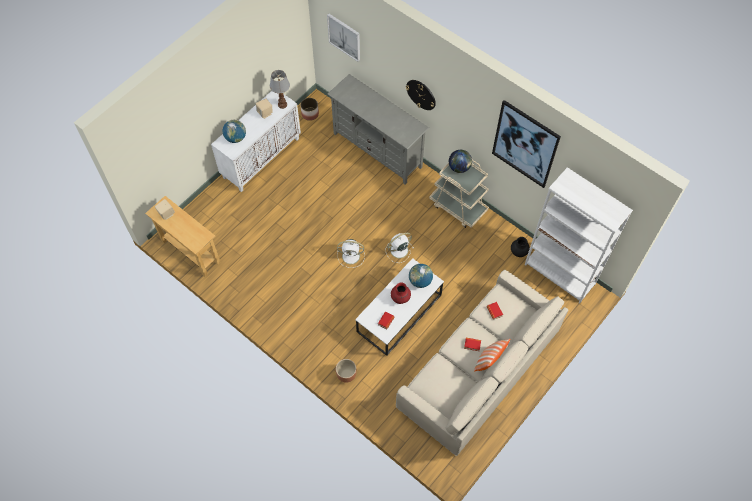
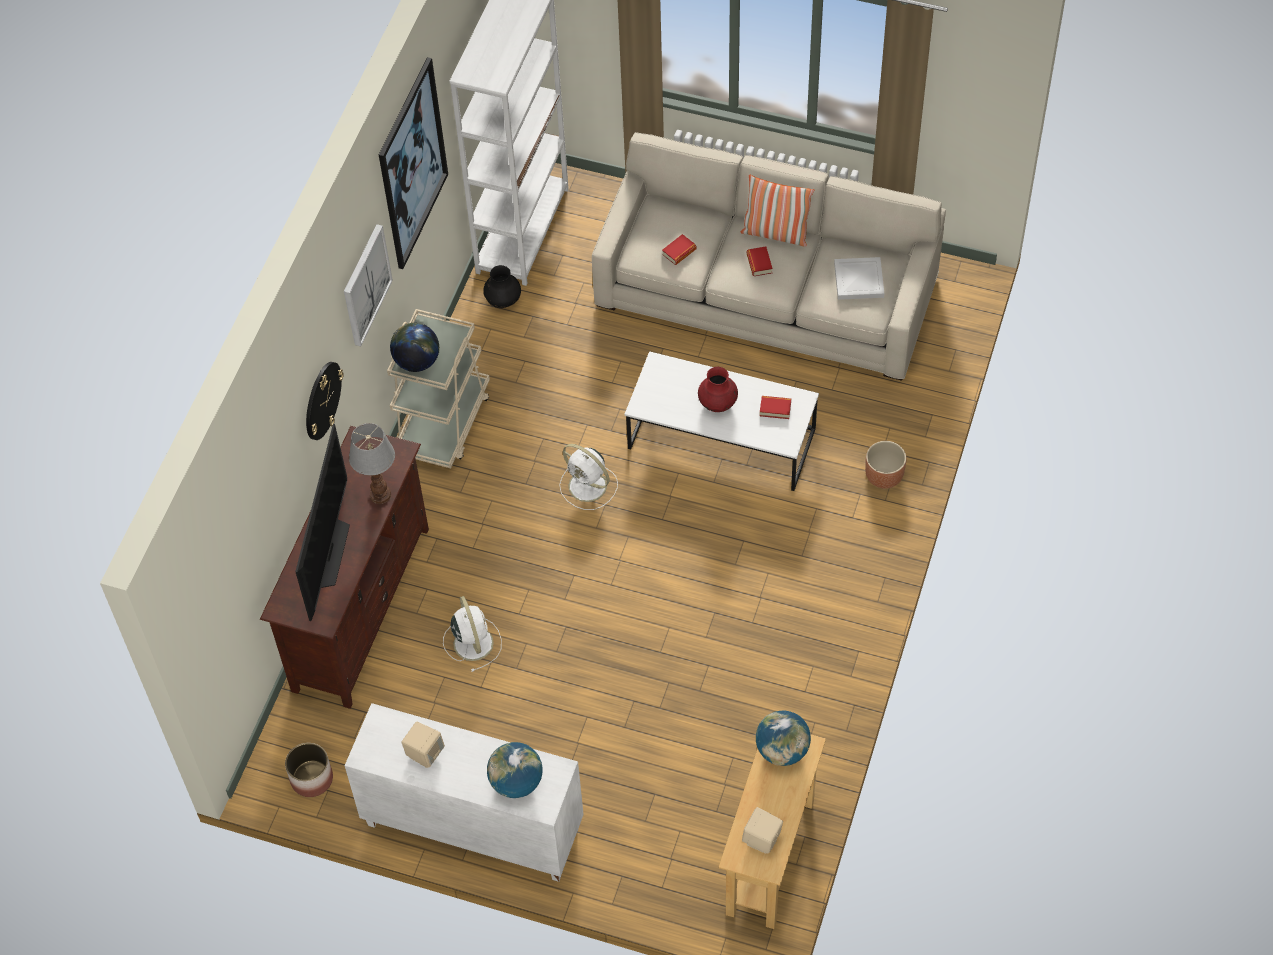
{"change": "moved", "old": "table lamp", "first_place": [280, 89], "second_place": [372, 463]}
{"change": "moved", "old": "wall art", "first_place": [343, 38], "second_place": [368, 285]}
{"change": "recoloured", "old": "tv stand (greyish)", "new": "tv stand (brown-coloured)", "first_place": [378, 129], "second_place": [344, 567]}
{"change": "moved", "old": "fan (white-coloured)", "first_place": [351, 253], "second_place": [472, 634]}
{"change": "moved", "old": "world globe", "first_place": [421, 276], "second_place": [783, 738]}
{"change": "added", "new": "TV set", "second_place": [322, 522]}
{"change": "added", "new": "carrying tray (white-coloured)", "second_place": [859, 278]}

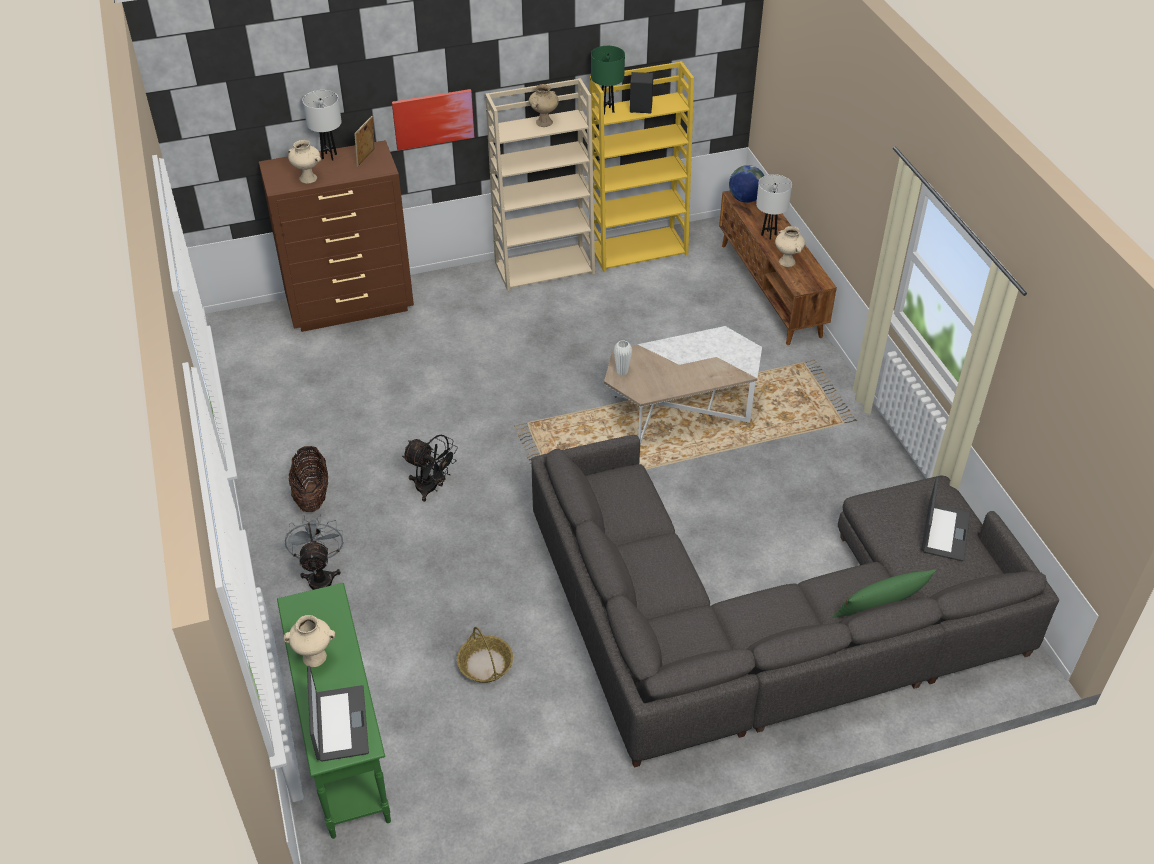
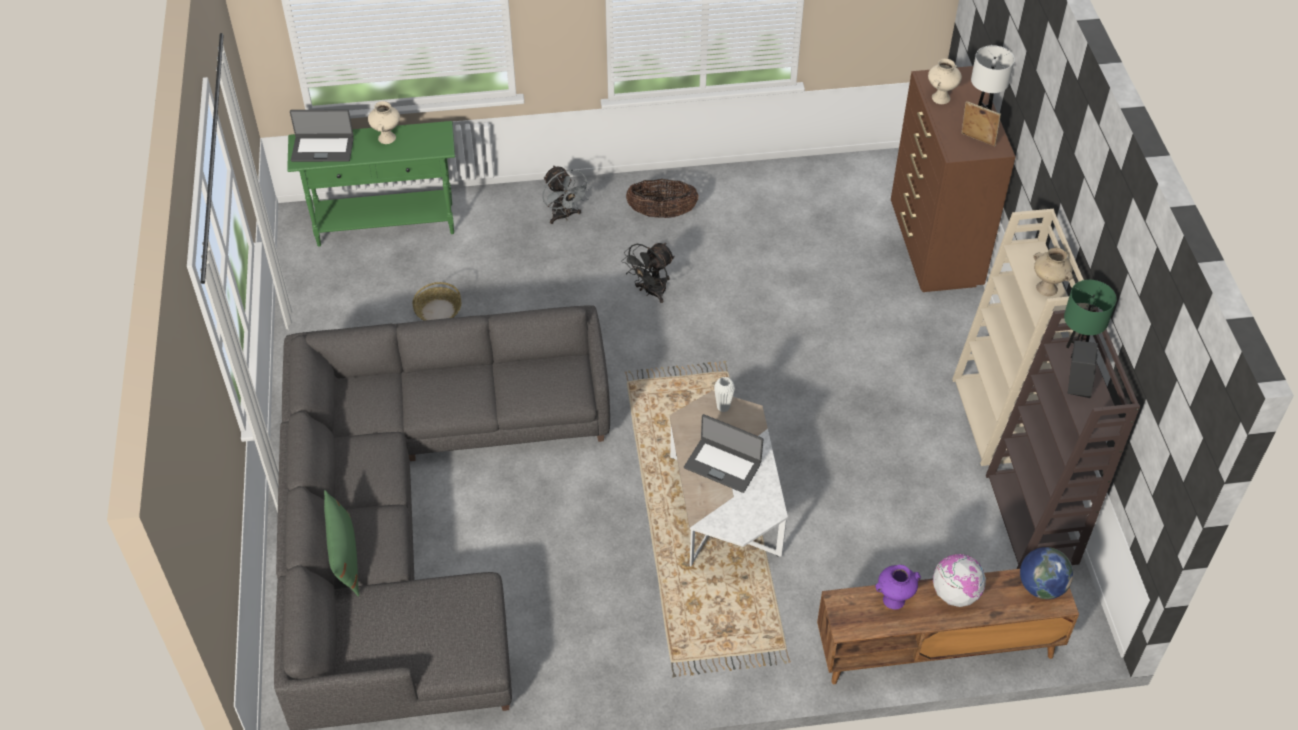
{"change": "turned", "old": "fan (greyish)", "first_place": [314, 552], "second_place": [566, 194], "degrees": 60}
{"change": "removed", "old": "wall art", "first_place": [433, 120]}
{"change": "recoloured", "old": "bookshelf (yellowish)", "new": "bookshelf (brown-coloured)", "first_place": [641, 166], "second_place": [1063, 438]}
{"change": "replaced", "old": "table lamp (white-coloured)", "new": "world globe", "first_place": [774, 207], "second_place": [959, 580]}
{"change": "recoloured", "old": "vase (beige)", "new": "vase (purplish)", "first_place": [790, 246], "second_place": [898, 587]}
{"change": "moved", "old": "portable computer", "first_place": [945, 519], "second_place": [723, 453]}

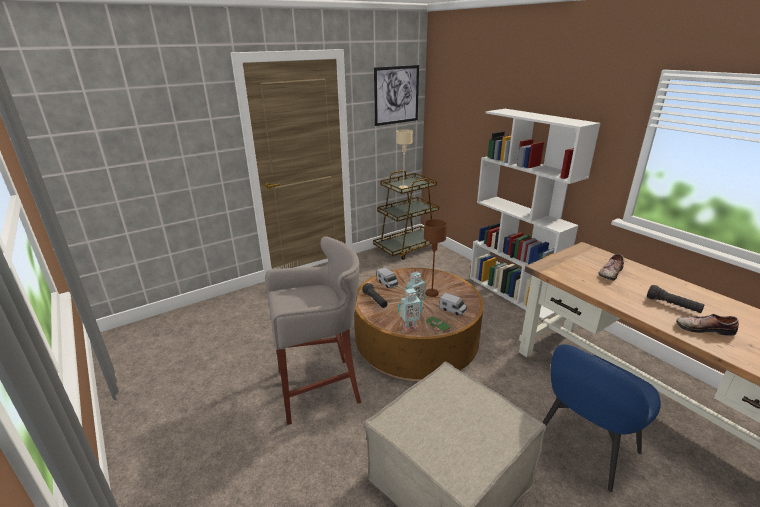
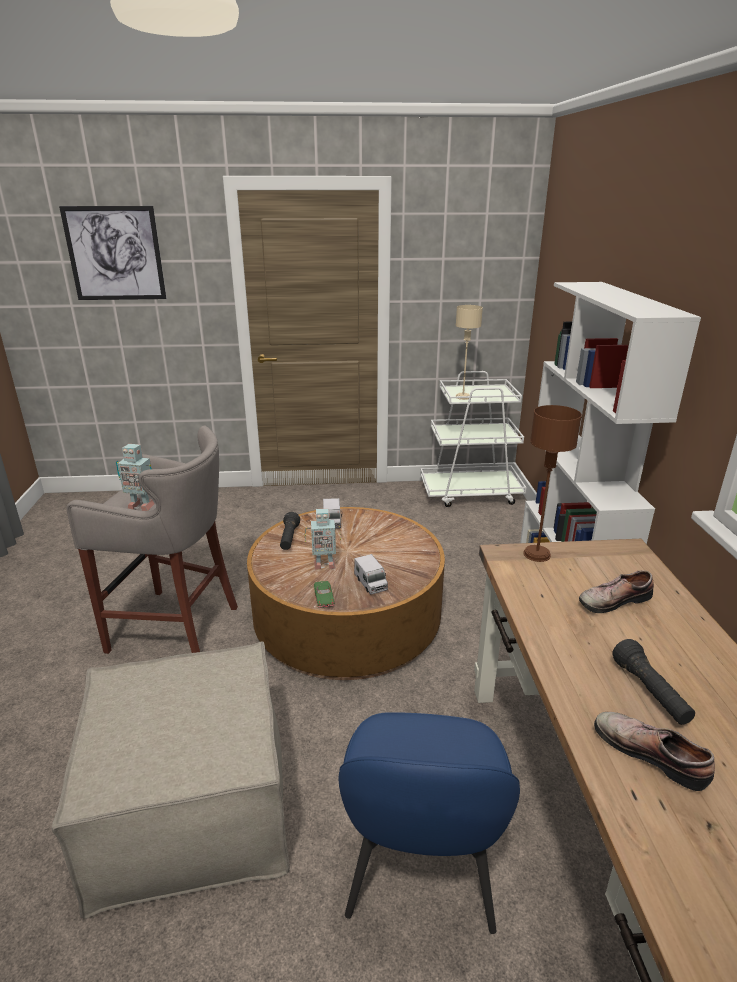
{"change": "recoloured", "old": "wheeled cart (brown-coloured)", "new": "wheeled cart (white-coloured)", "first_place": [406, 215], "second_place": [473, 439]}
{"change": "moved", "old": "wall art", "first_place": [396, 95], "second_place": [112, 253]}
{"change": "moved", "old": "toy robot", "first_place": [410, 310], "second_place": [135, 477]}
{"change": "moved", "old": "table lamp (brown-coloured)", "first_place": [435, 258], "second_place": [552, 483]}
{"change": "turned", "old": "upright chair (bluish)", "first_place": [601, 418], "second_place": [429, 823], "degrees": -75}

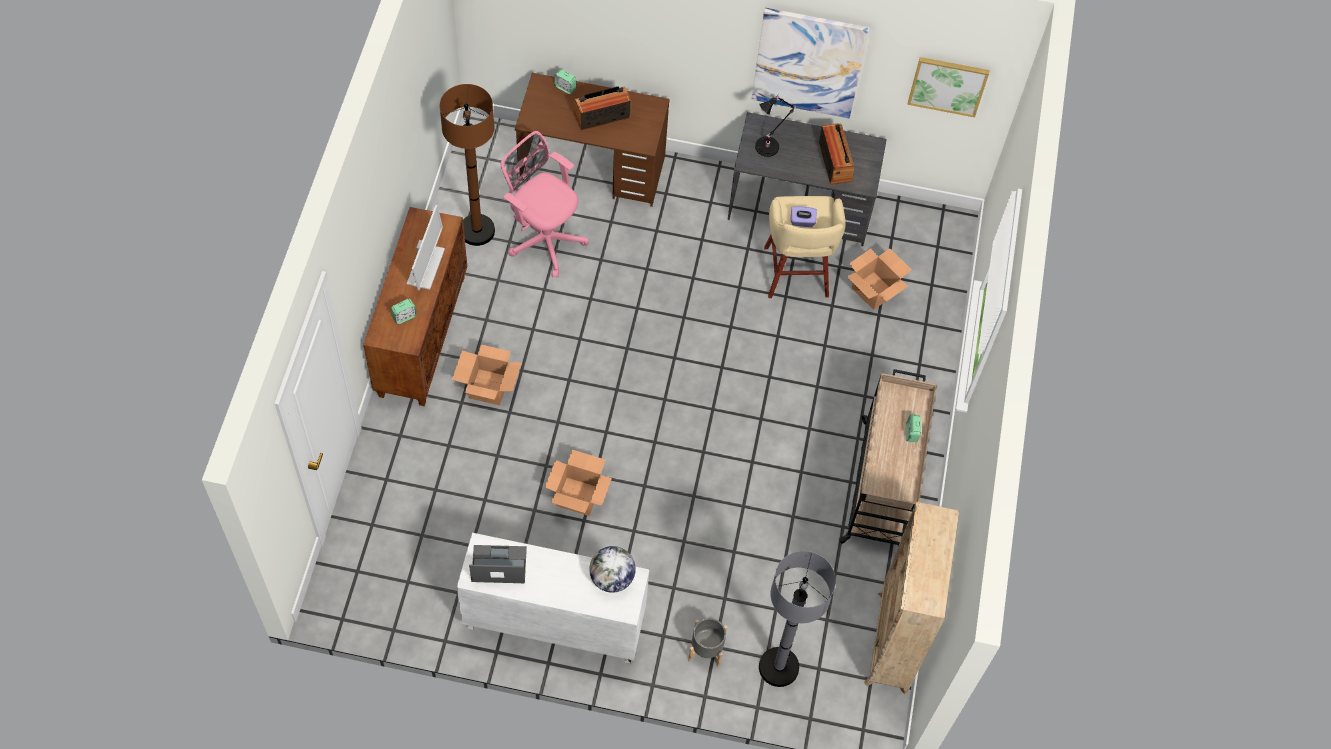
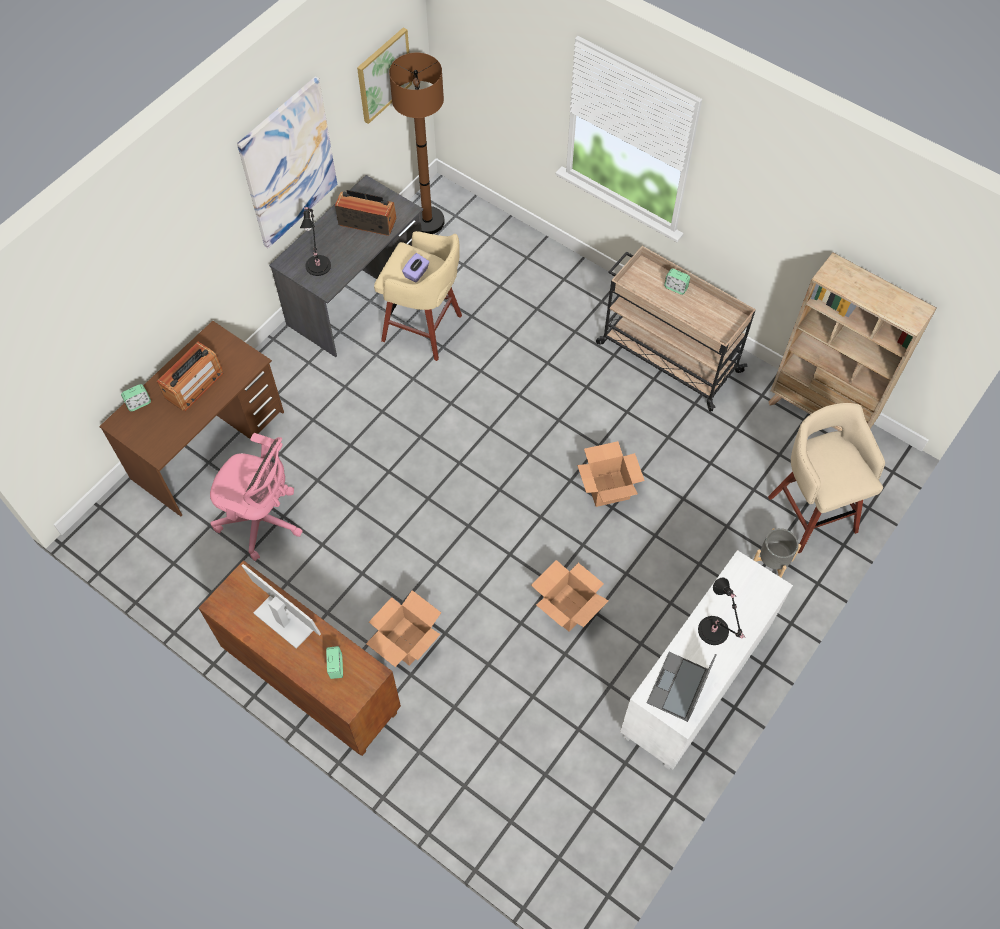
{"change": "moved", "old": "standing lamp (brown-coloured)", "first_place": [467, 165], "second_place": [417, 143]}
{"change": "turned", "old": "computer chair (pinkish)", "first_place": [545, 204], "second_place": [256, 497], "degrees": -135}
{"change": "turned", "old": "radio receiver", "first_place": [602, 108], "second_place": [190, 376], "degrees": -150}
{"change": "removed", "old": "world globe", "first_place": [612, 569]}
{"change": "replaced", "old": "standing lamp (greyish)", "new": "stool (beige)", "first_place": [797, 619], "second_place": [826, 478]}
{"change": "moved", "old": "packing box", "first_place": [879, 279], "second_place": [611, 474]}
{"change": "added", "new": "table lamp (black)", "second_place": [721, 611]}

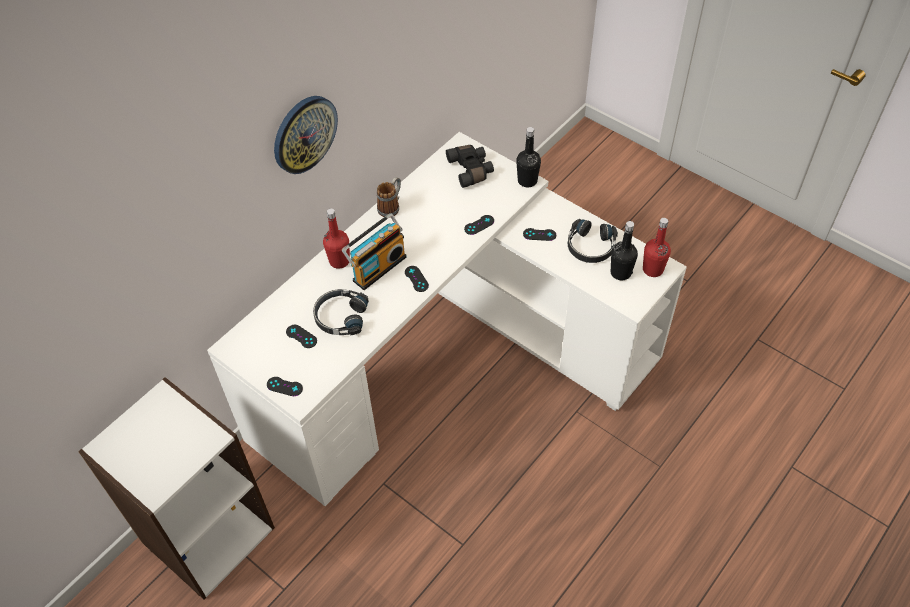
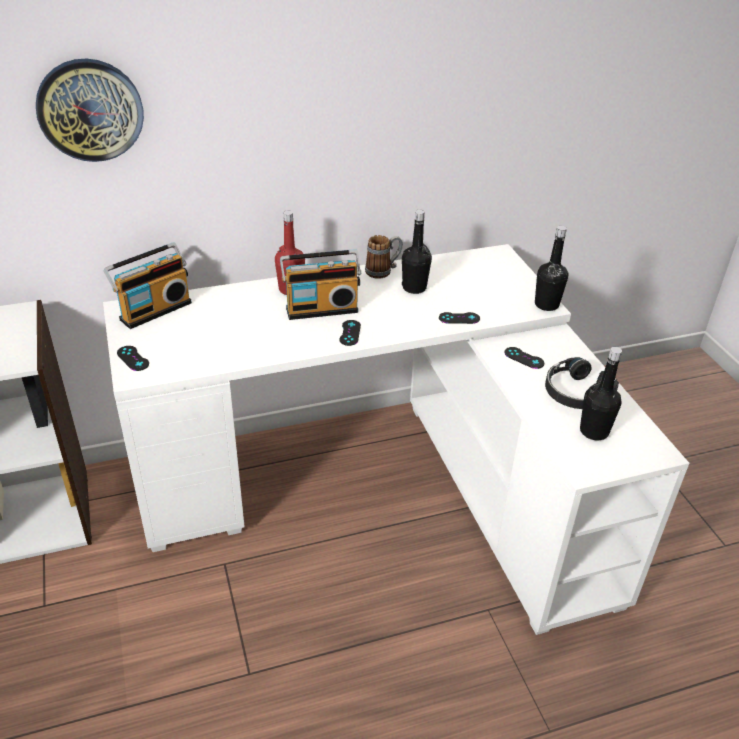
{"change": "moved", "old": "clock on the wall", "first_place": [306, 135], "second_place": [90, 110]}
{"change": "removed", "old": "game controller (black)", "first_place": [301, 336]}
{"change": "removed", "old": "headphones (black)", "first_place": [341, 312]}
{"change": "removed", "old": "binoculars (black)", "first_place": [470, 166]}
{"change": "removed", "old": "bottle (red)", "first_place": [657, 247]}
{"change": "added", "new": "radio receiver", "second_place": [148, 285]}
{"change": "added", "new": "bottle (black)", "second_place": [417, 252]}

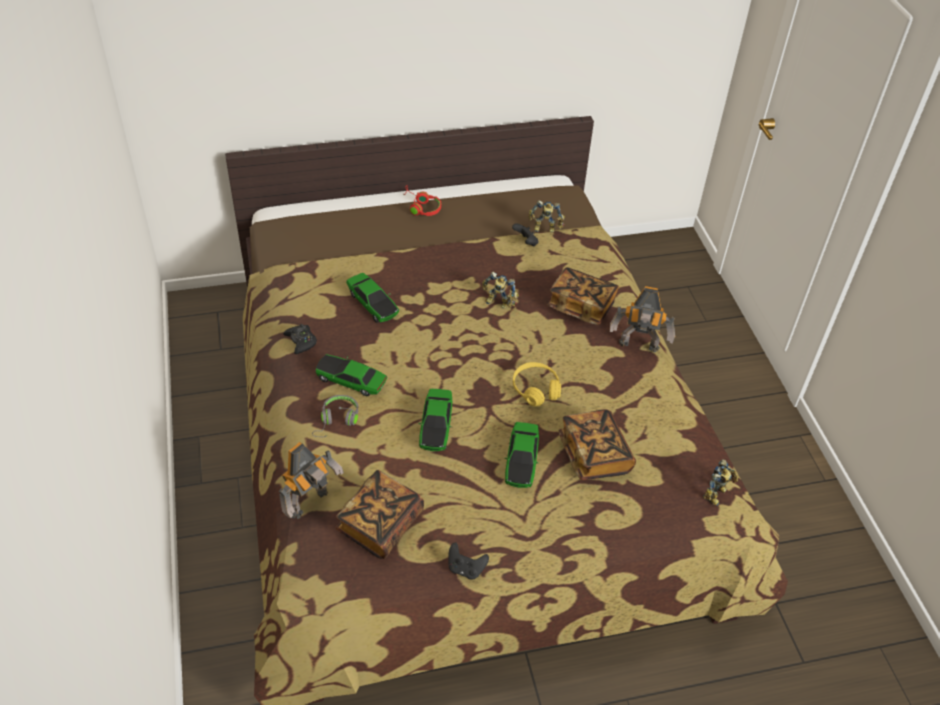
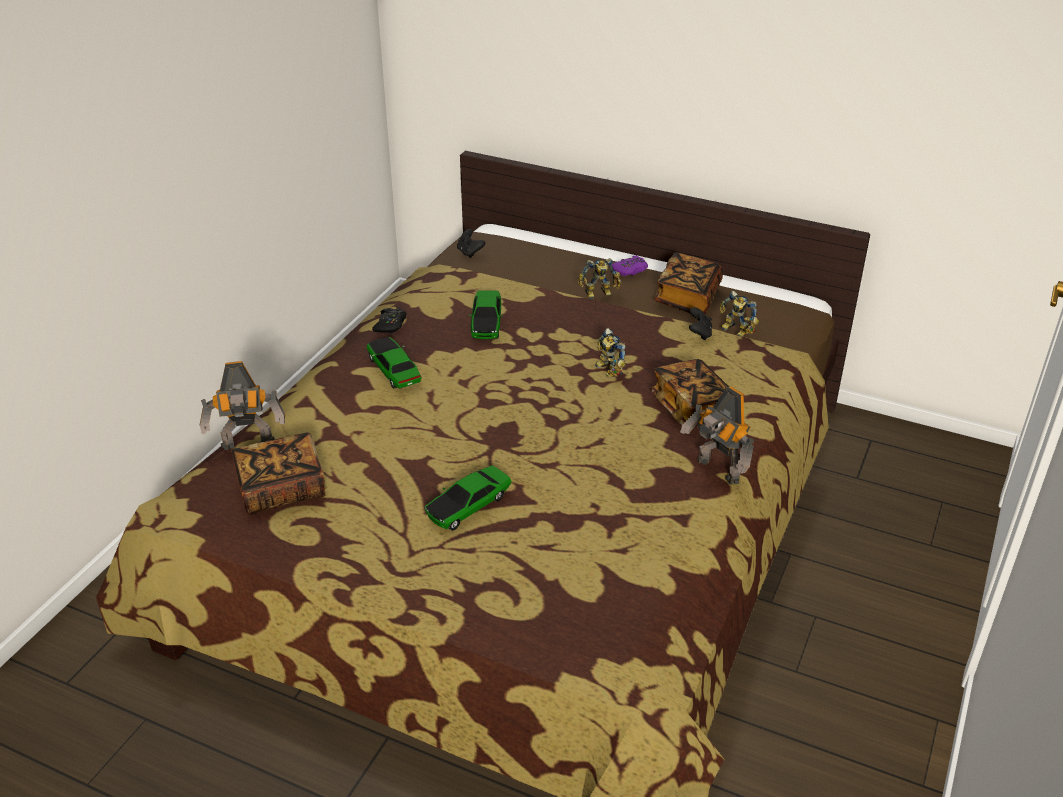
{"change": "removed", "old": "headphones (greyish)", "first_place": [335, 416]}
{"change": "replaced", "old": "headphones (red)", "new": "game controller (purplish)", "first_place": [422, 200], "second_place": [630, 265]}
{"change": "removed", "old": "model car", "first_place": [435, 420]}
{"change": "moved", "old": "game controller (black)", "first_place": [468, 560], "second_place": [471, 243]}
{"change": "removed", "old": "headphones (yellowish)", "first_place": [537, 384]}
{"change": "moved", "old": "volume", "first_place": [597, 444], "second_place": [688, 283]}
{"change": "moved", "old": "toy robot", "first_place": [720, 482], "second_place": [599, 278]}

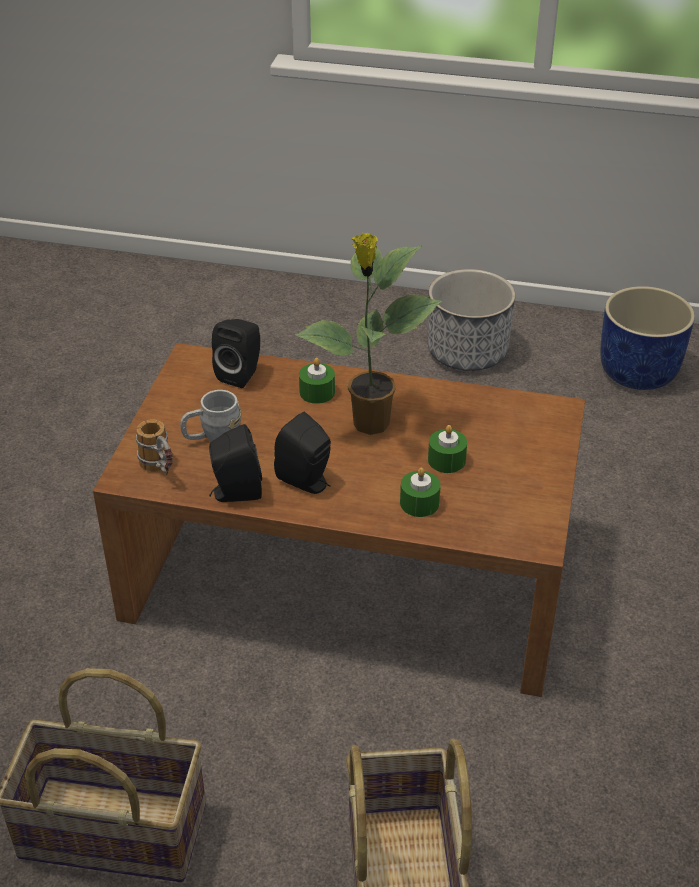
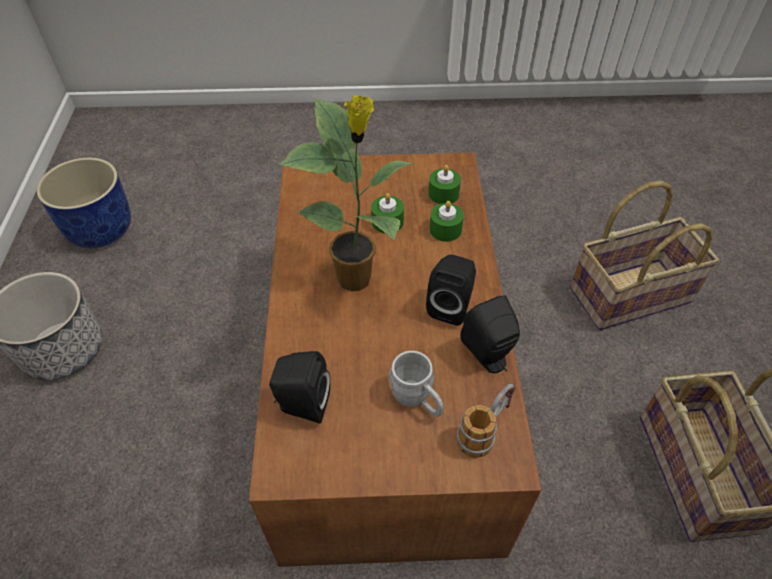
{"change": "moved", "old": "wax light (green)", "first_place": [317, 381], "second_place": [444, 184]}

